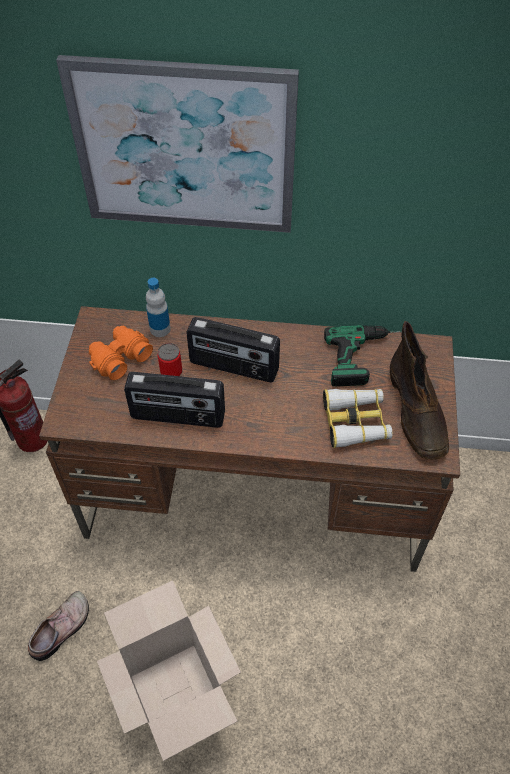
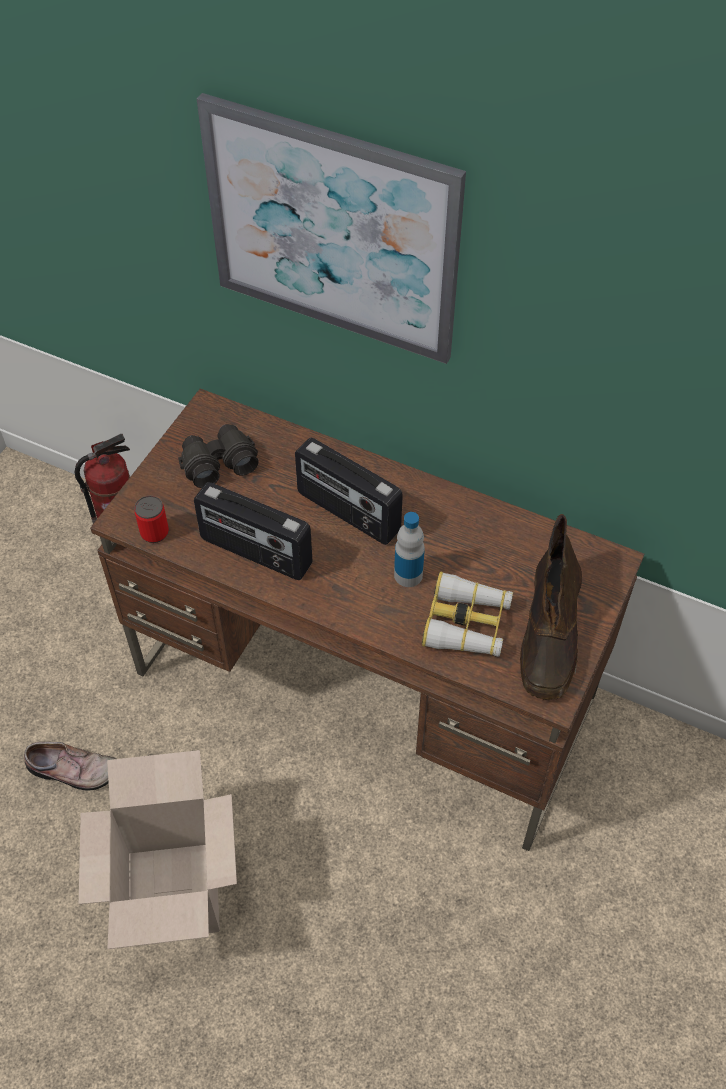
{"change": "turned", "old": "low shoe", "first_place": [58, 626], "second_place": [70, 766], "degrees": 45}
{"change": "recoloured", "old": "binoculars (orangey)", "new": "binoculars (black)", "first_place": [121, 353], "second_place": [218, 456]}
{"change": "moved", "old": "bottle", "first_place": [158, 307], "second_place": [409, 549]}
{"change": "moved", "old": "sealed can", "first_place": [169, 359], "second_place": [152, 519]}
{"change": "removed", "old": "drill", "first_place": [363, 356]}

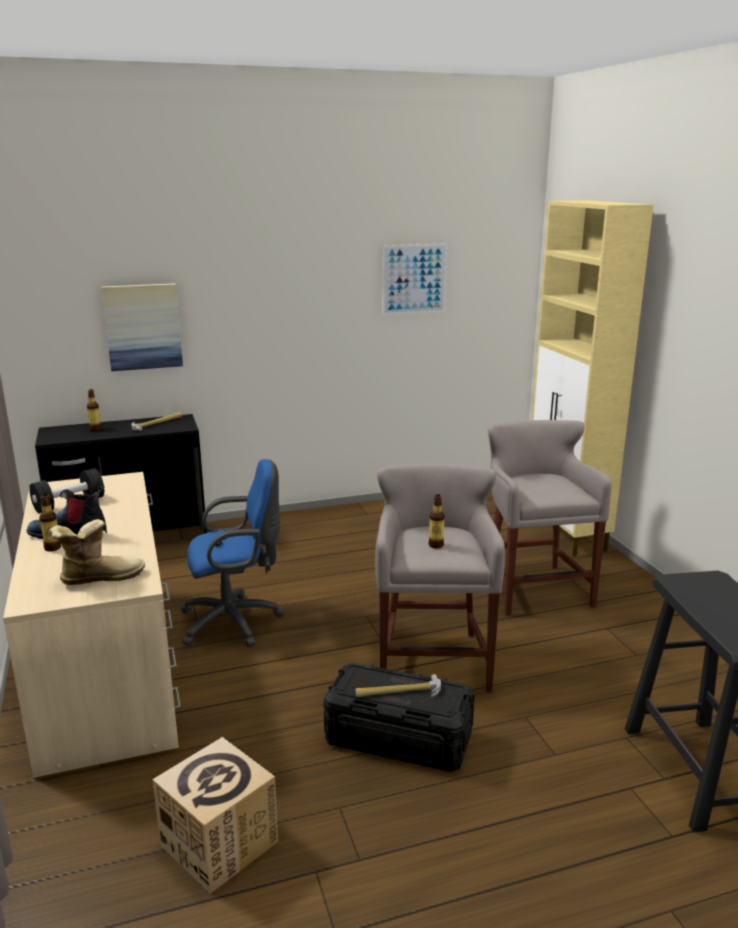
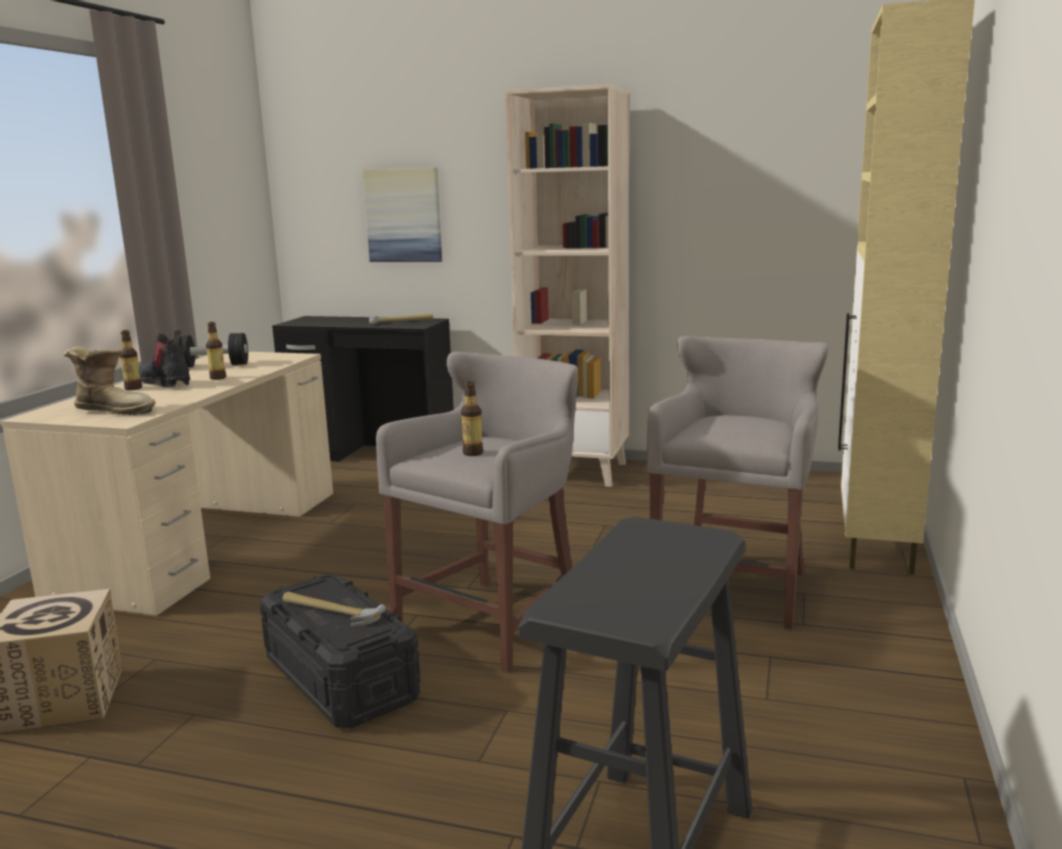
{"change": "moved", "old": "bottle", "first_place": [94, 410], "second_place": [216, 351]}
{"change": "removed", "old": "computer chair (bluish)", "first_place": [232, 553]}
{"change": "removed", "old": "wall art", "first_place": [415, 279]}
{"change": "added", "new": "bookshelf (beige)", "second_place": [567, 285]}

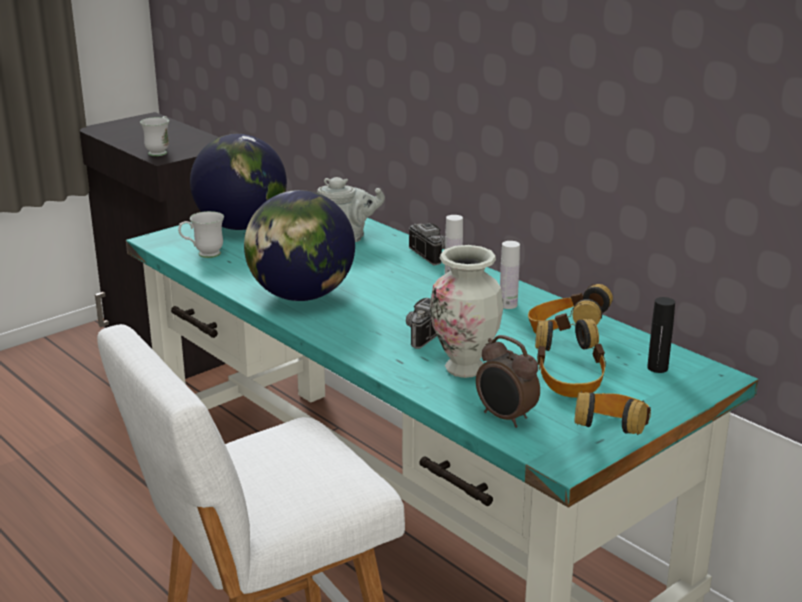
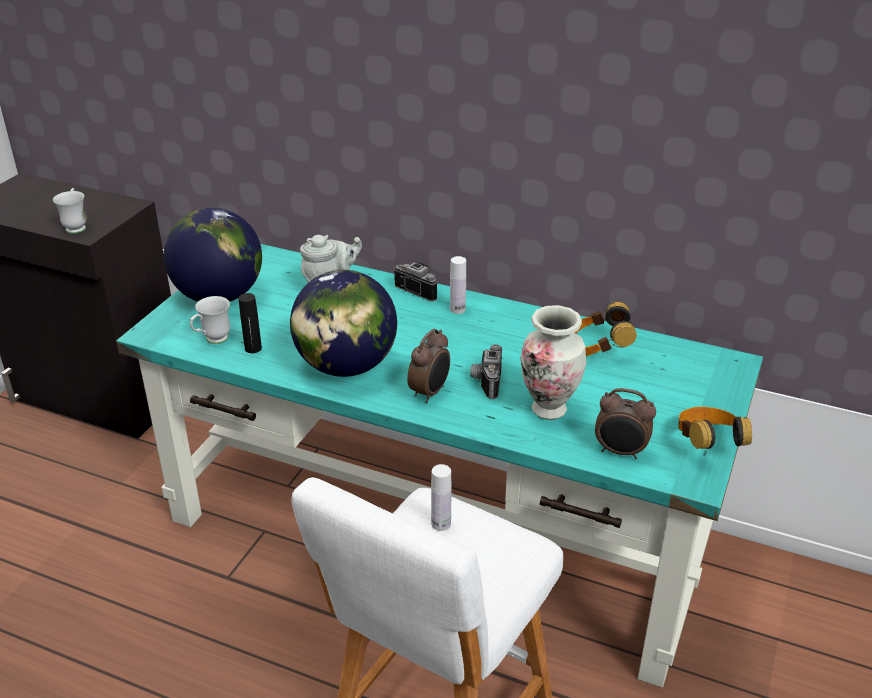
{"change": "moved", "old": "bottle (white-coloured)", "first_place": [510, 275], "second_place": [441, 497]}
{"change": "removed", "old": "headphones", "first_place": [570, 358]}
{"change": "moved", "old": "bottle (black)", "first_place": [661, 335], "second_place": [250, 323]}
{"change": "added", "new": "table clock", "second_place": [428, 366]}

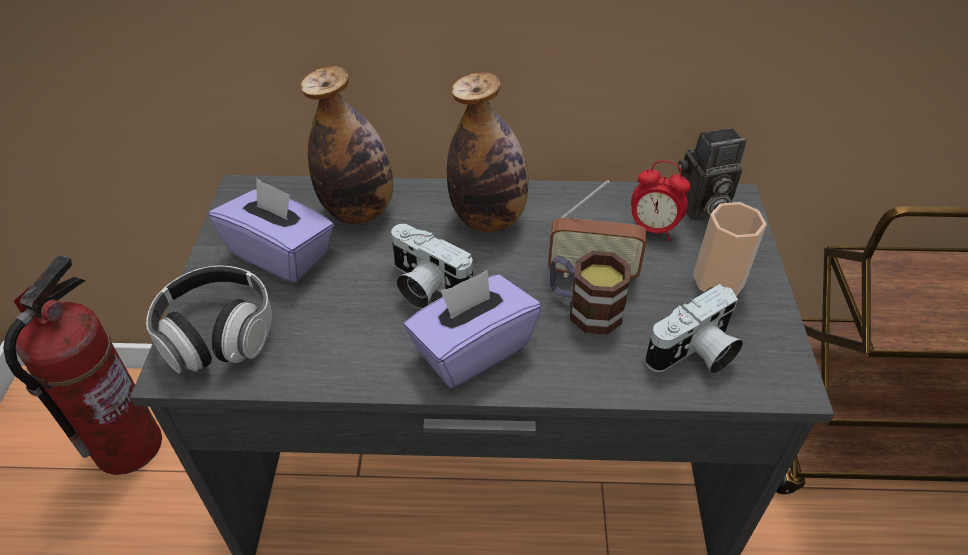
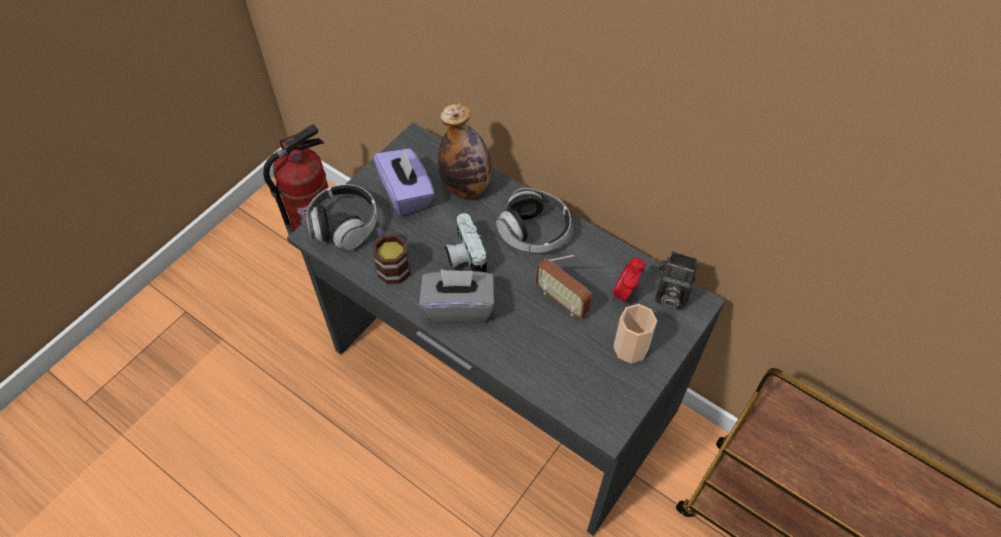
{"change": "recoloured", "old": "box of tissues (purplish)", "new": "box of tissues (greyish)", "first_place": [472, 329], "second_place": [456, 296]}
{"change": "replaced", "old": "bottle", "new": "headphones", "first_place": [487, 152], "second_place": [533, 220]}
{"change": "moved", "old": "mug", "first_place": [590, 293], "second_place": [391, 255]}
{"change": "turned", "old": "table clock", "first_place": [661, 201], "second_place": [628, 280], "degrees": 60}
{"change": "removed", "old": "still camera", "first_place": [694, 329]}

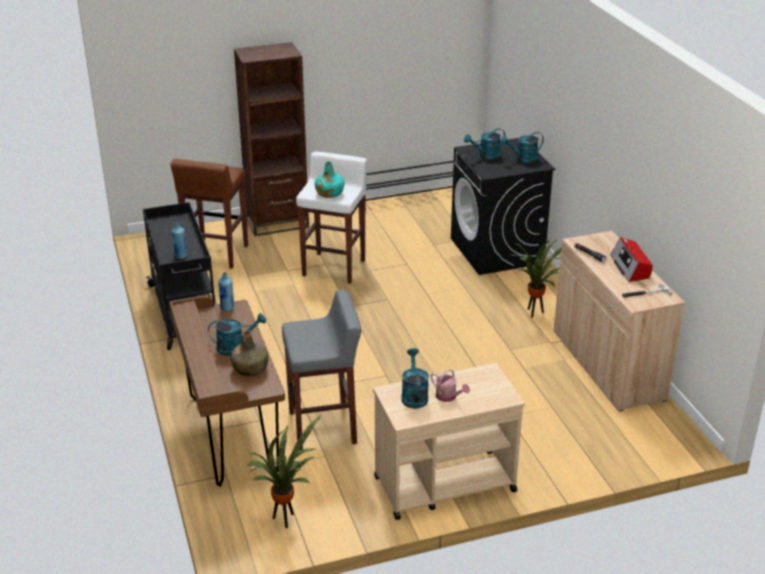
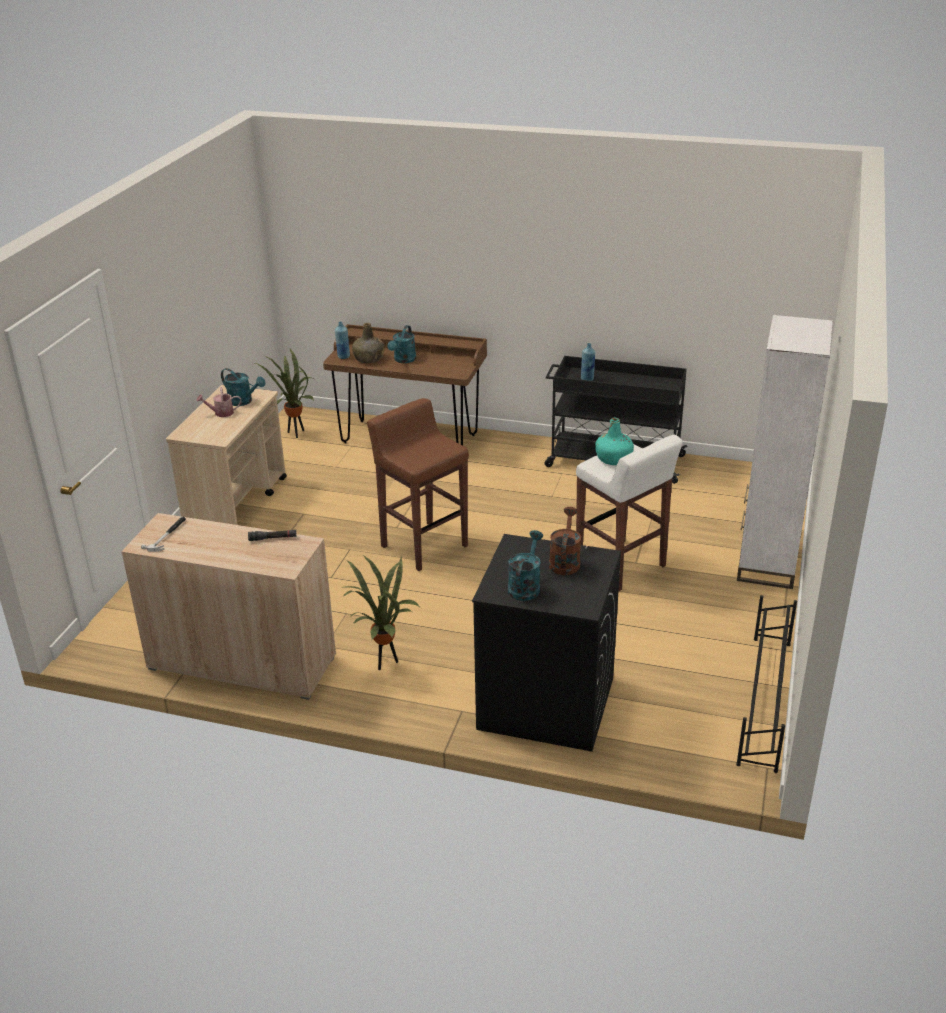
{"change": "moved", "old": "stool (brown-coloured)", "first_place": [209, 214], "second_place": [418, 484]}
{"change": "moved", "old": "bottle (bluish)", "first_place": [226, 292], "second_place": [342, 340]}
{"change": "recoloured", "old": "bookshelf (brown-coloured)", "new": "bookshelf (white-coloured)", "first_place": [271, 139], "second_place": [785, 452]}
{"change": "removed", "old": "stool (greyish)", "first_place": [322, 370]}
{"change": "recoloured", "old": "sprinkling can (turquoise-coloured)", "new": "sprinkling can (brown-coloured)", "first_place": [484, 144], "second_place": [565, 541]}
{"change": "removed", "old": "radio receiver", "first_place": [631, 259]}

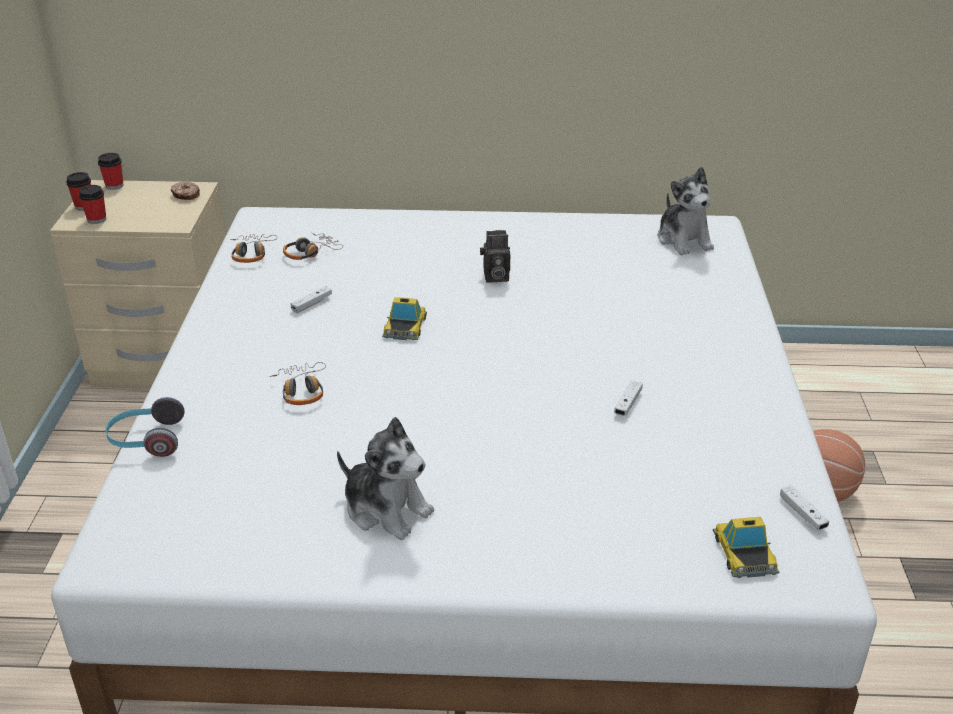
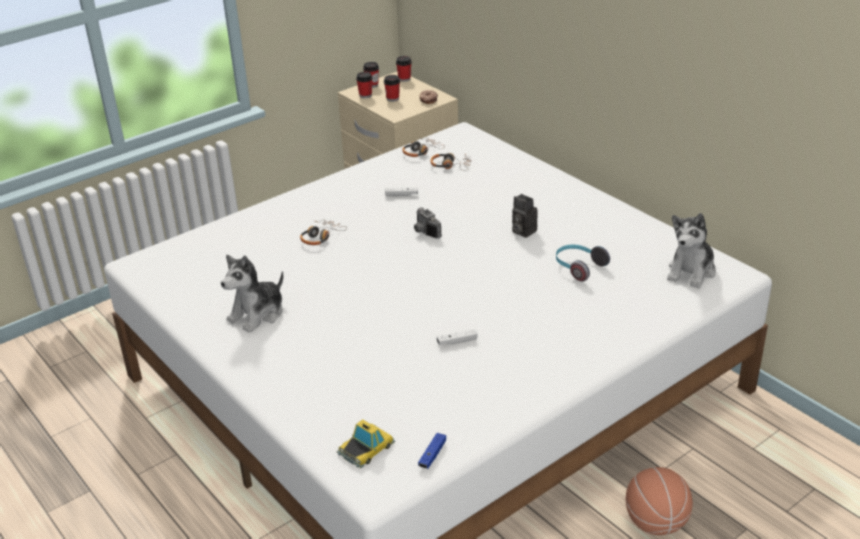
{"change": "moved", "old": "headphones", "first_place": [145, 427], "second_place": [583, 263]}
{"change": "turned", "old": "plush toy", "first_place": [385, 478], "second_place": [252, 294], "degrees": 45}
{"change": "replaced", "old": "model car", "new": "still camera", "first_place": [404, 318], "second_place": [428, 222]}
{"change": "recoloured", "old": "game controller (white-coloured)", "new": "game controller (bluish)", "first_place": [804, 507], "second_place": [432, 451]}
{"change": "added", "new": "drinking cup", "second_place": [392, 88]}

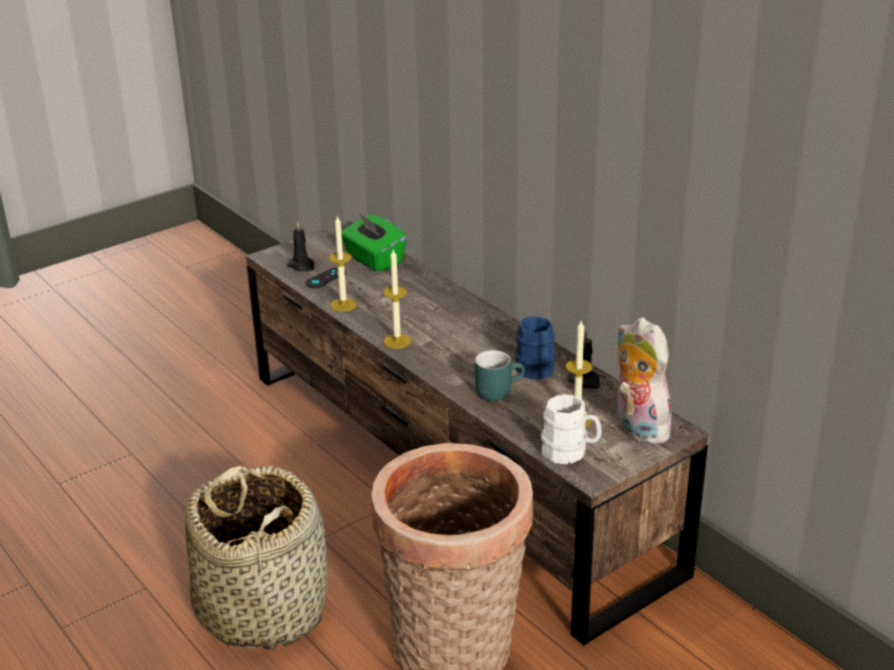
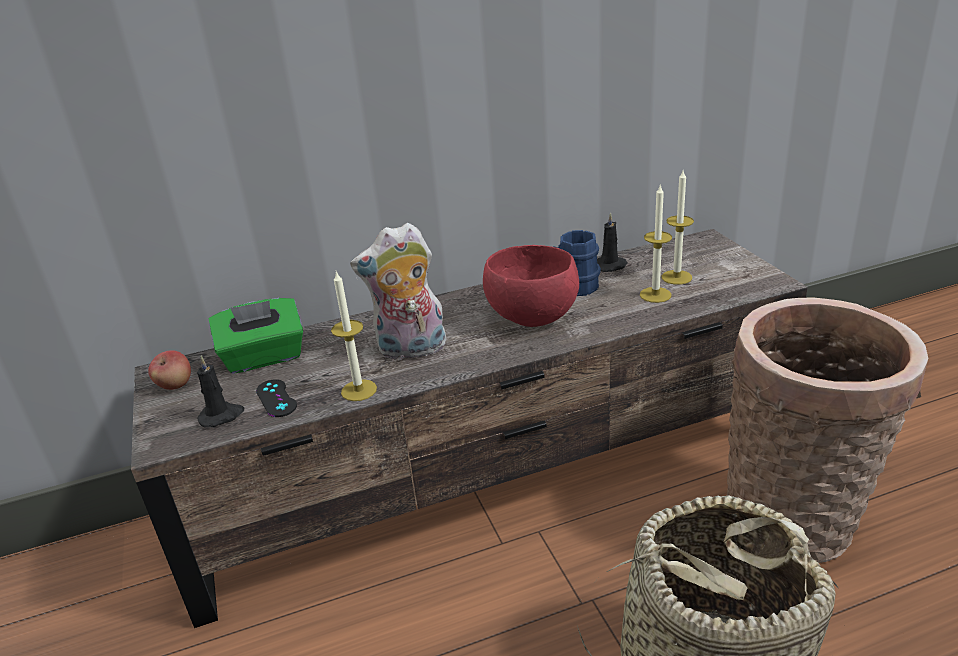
{"change": "moved", "old": "wax light", "first_place": [397, 299], "second_place": [656, 243]}
{"change": "removed", "old": "mug (turquoise-coloured)", "first_place": [500, 375]}
{"change": "removed", "old": "mug (white-coloured)", "first_place": [571, 429]}
{"change": "moved", "old": "plush toy", "first_place": [646, 381], "second_place": [398, 291]}
{"change": "added", "new": "whole apple", "second_place": [169, 370]}
{"change": "added", "new": "bowl (red)", "second_place": [531, 286]}

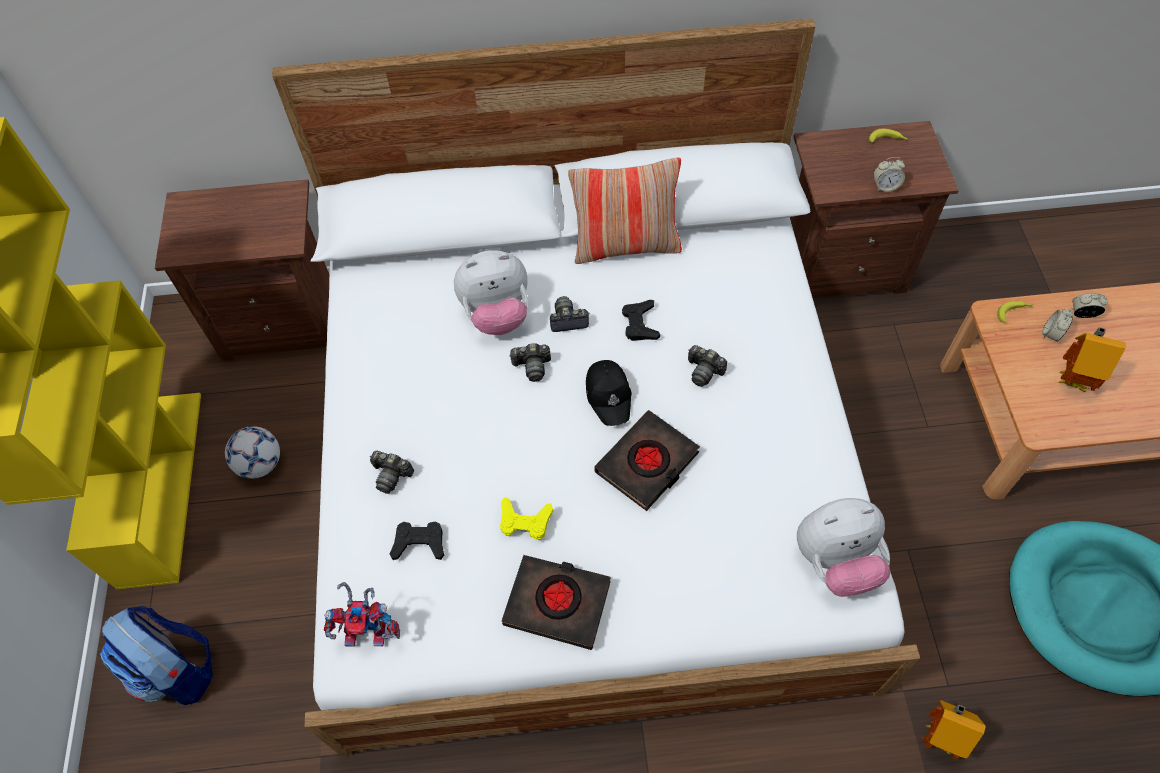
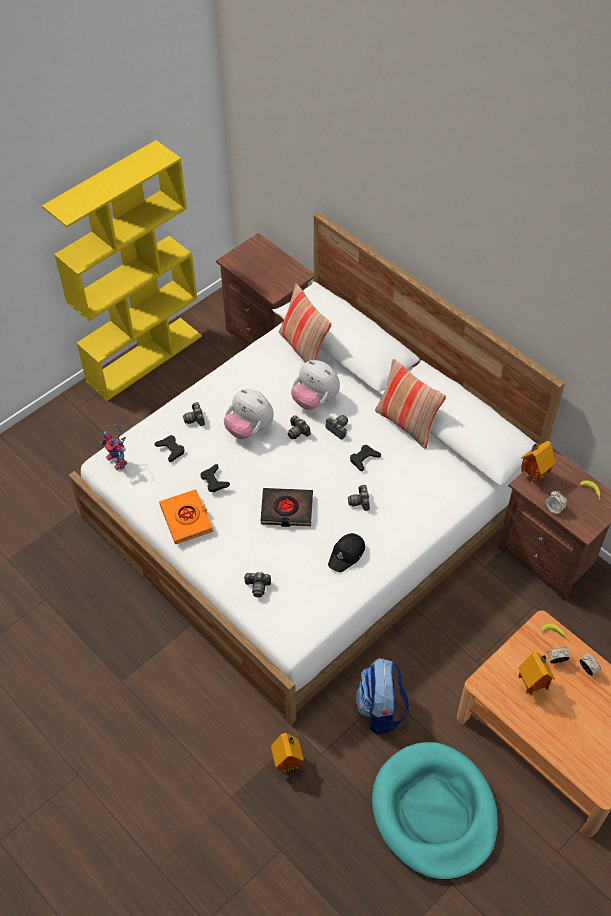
{"change": "moved", "old": "rucksack", "first_place": [156, 655], "second_place": [382, 696]}
{"change": "removed", "old": "football ball", "first_place": [252, 452]}
{"change": "recoloured", "old": "game controller (yellowish)", "new": "game controller (black)", "first_place": [526, 518], "second_place": [215, 478]}
{"change": "recoloured", "old": "volume (black)", "new": "volume (orangey)", "first_place": [556, 602], "second_place": [186, 516]}
{"change": "moved", "old": "peaked cap (black)", "first_place": [609, 393], "second_place": [346, 552]}
{"change": "moved", "old": "plush toy", "first_place": [843, 547], "second_place": [249, 414]}
{"change": "added", "new": "still camera", "second_place": [257, 584]}
{"change": "added", "new": "cushion", "second_place": [305, 323]}
{"change": "added", "new": "miniature house", "second_place": [538, 462]}

